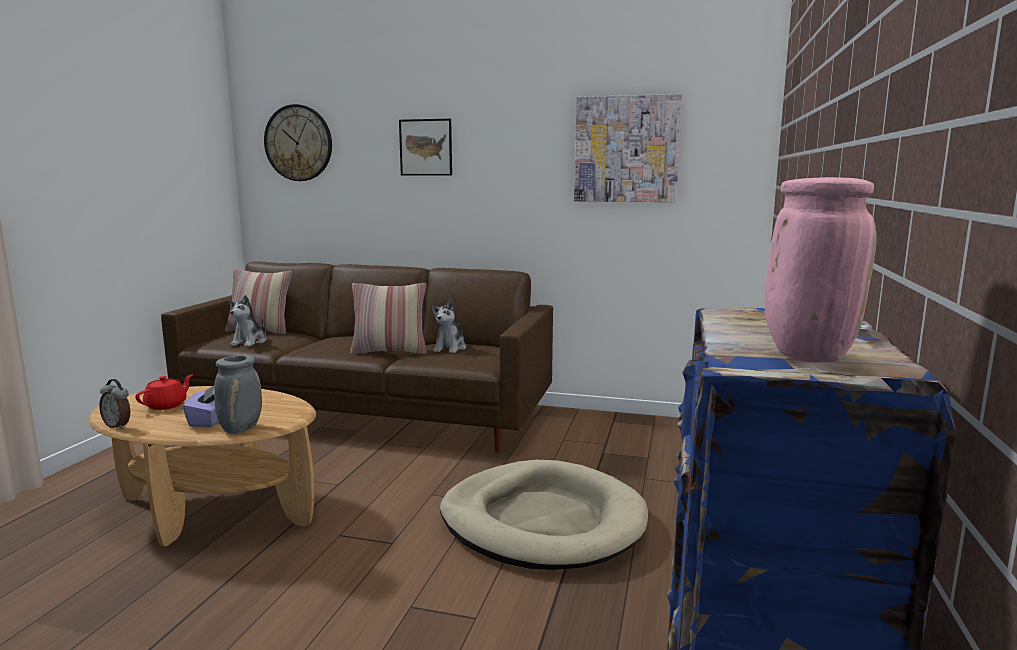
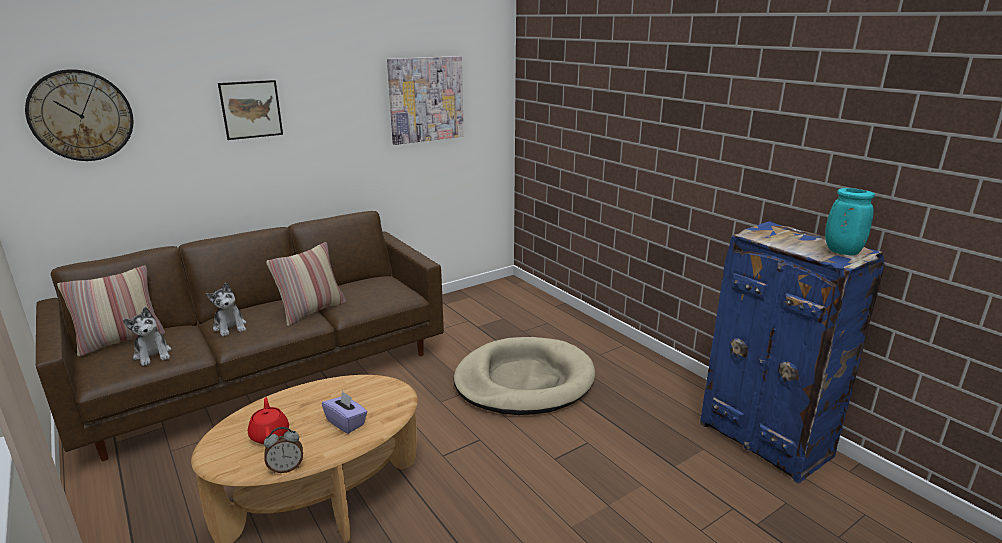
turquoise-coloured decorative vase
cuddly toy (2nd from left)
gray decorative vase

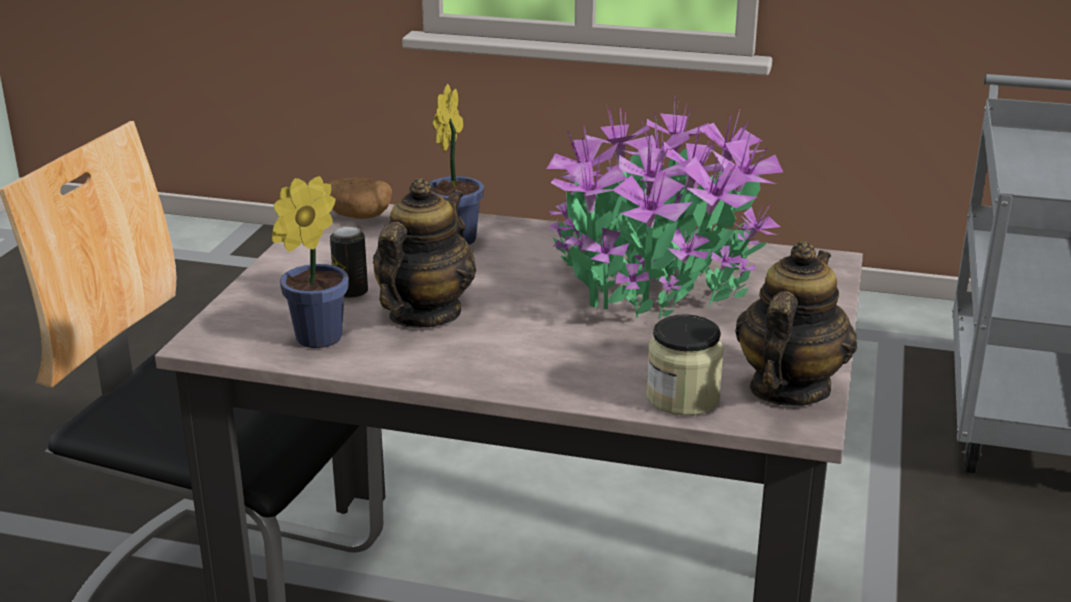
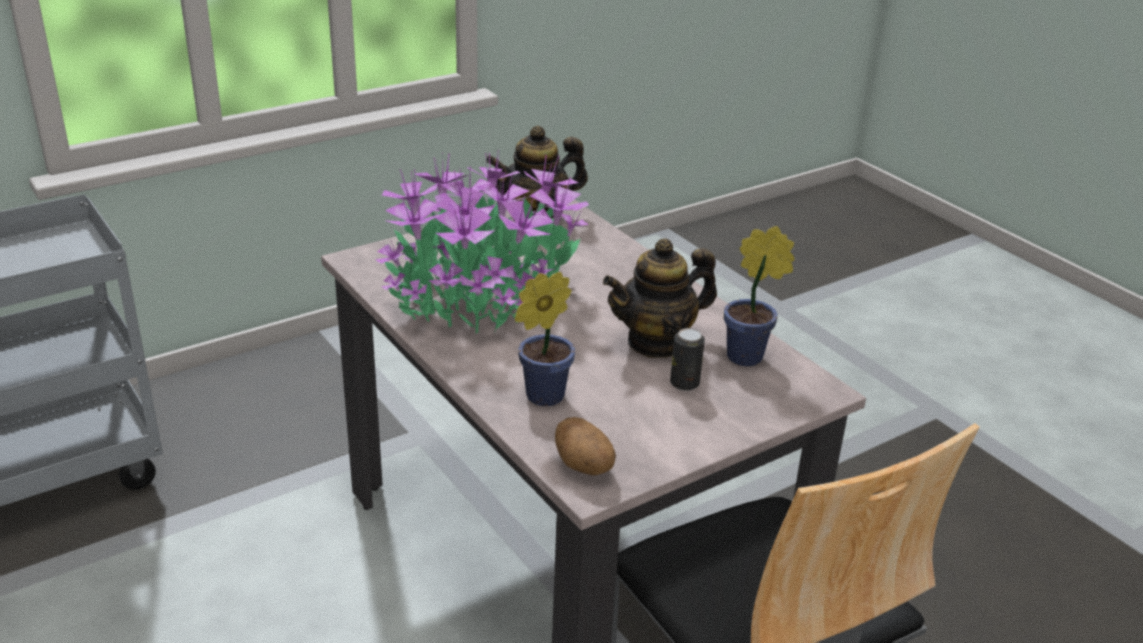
storage jar

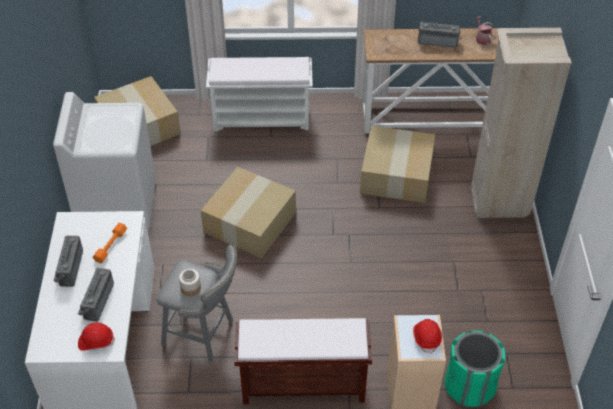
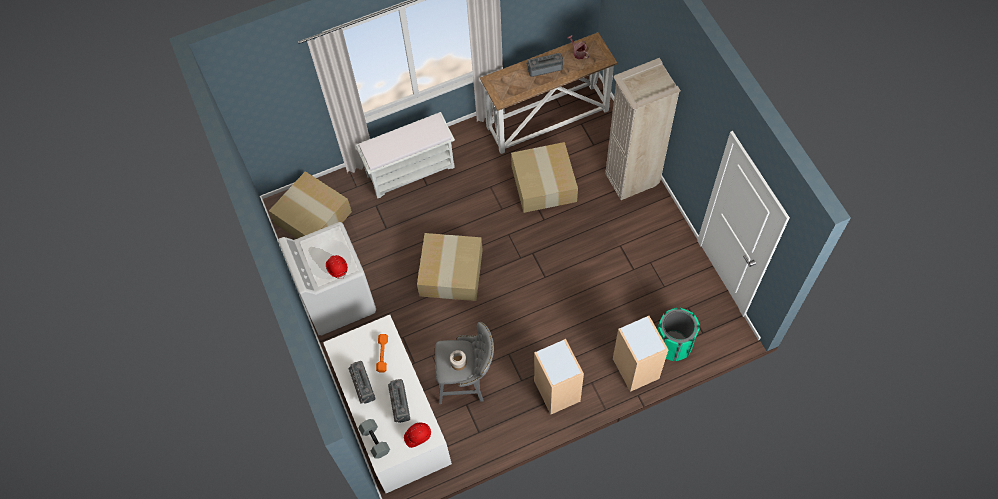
bookshelf (1st from left)
reddish safety helmet (1st from left)
gray dumbbell

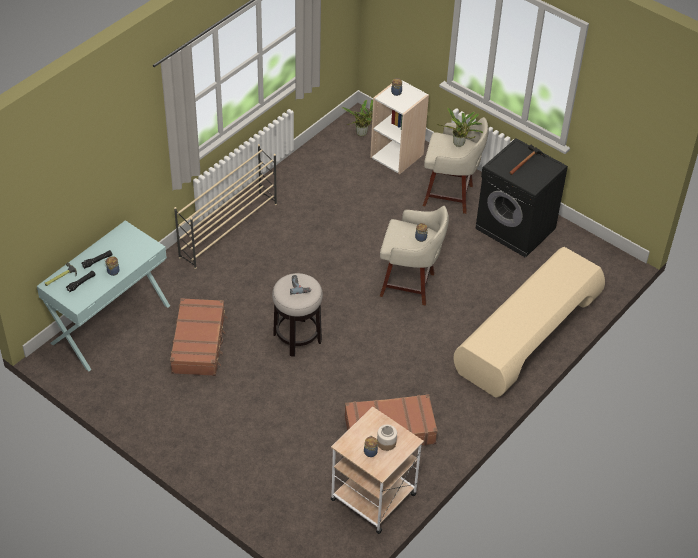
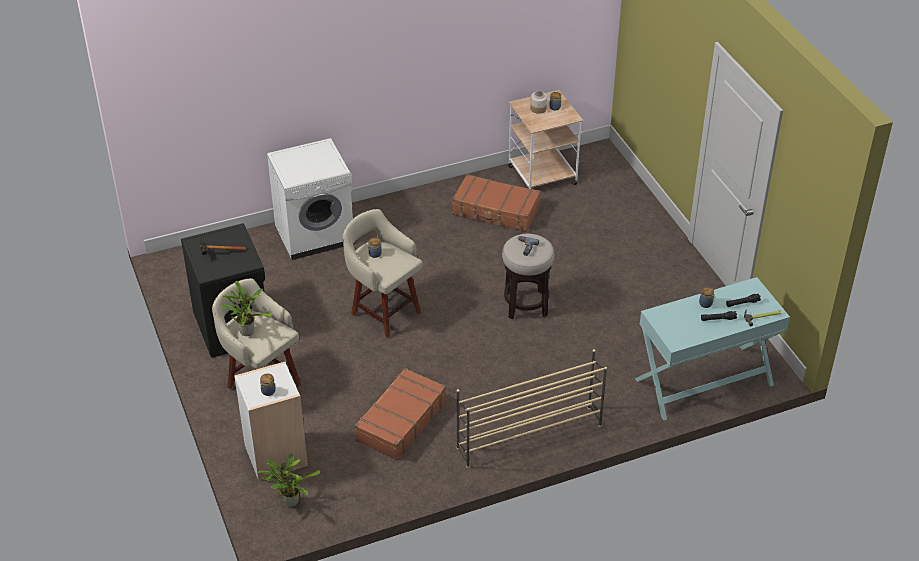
white-coloured laundry machine
brown-coloured travel case (1st from left)

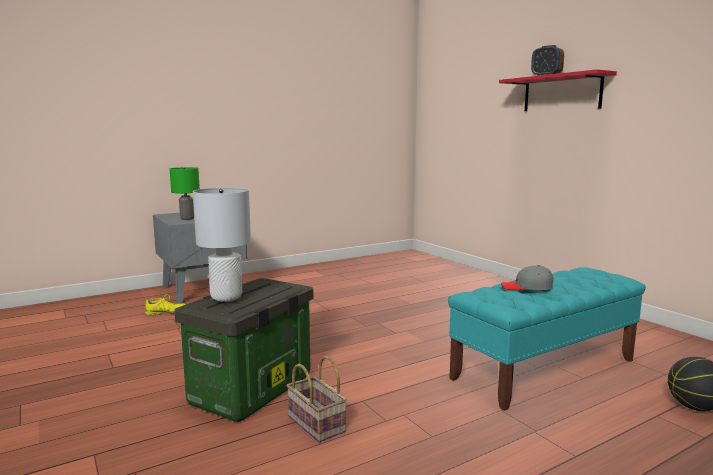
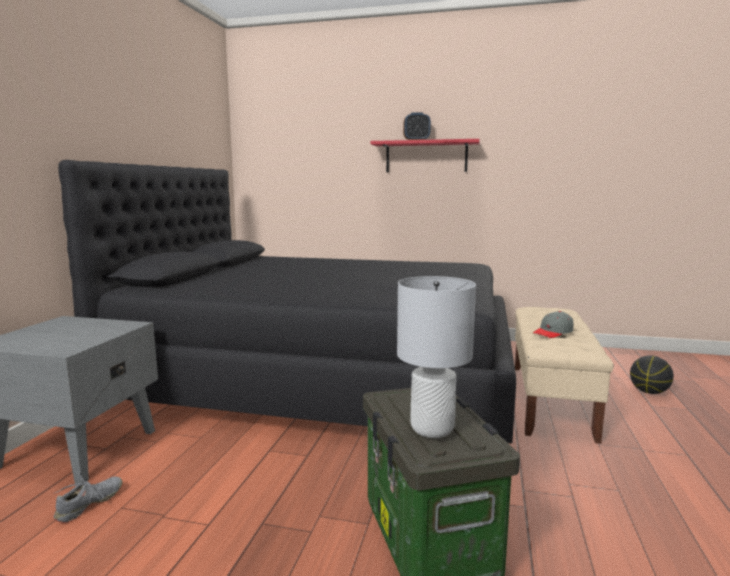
green-coloured tabletop lamp
beige-coloured indoor bench
gray low shoe
storage basket
black-coloured bed

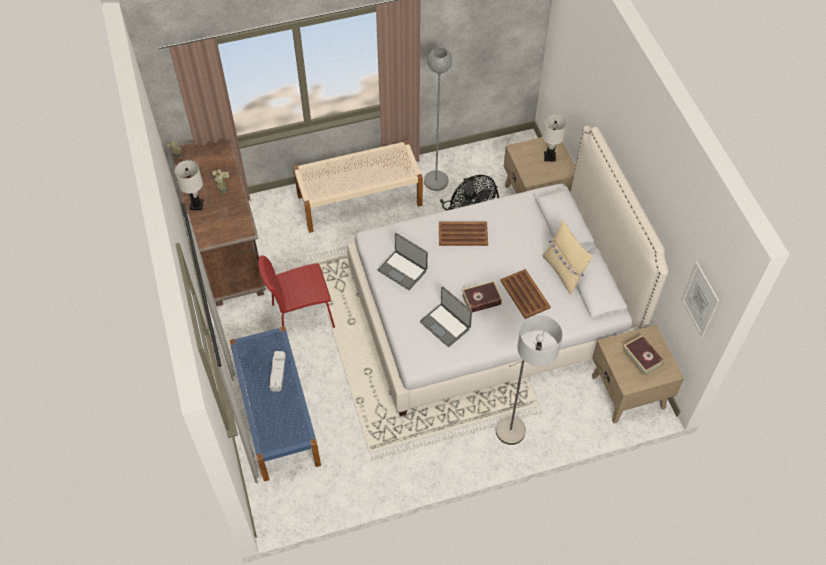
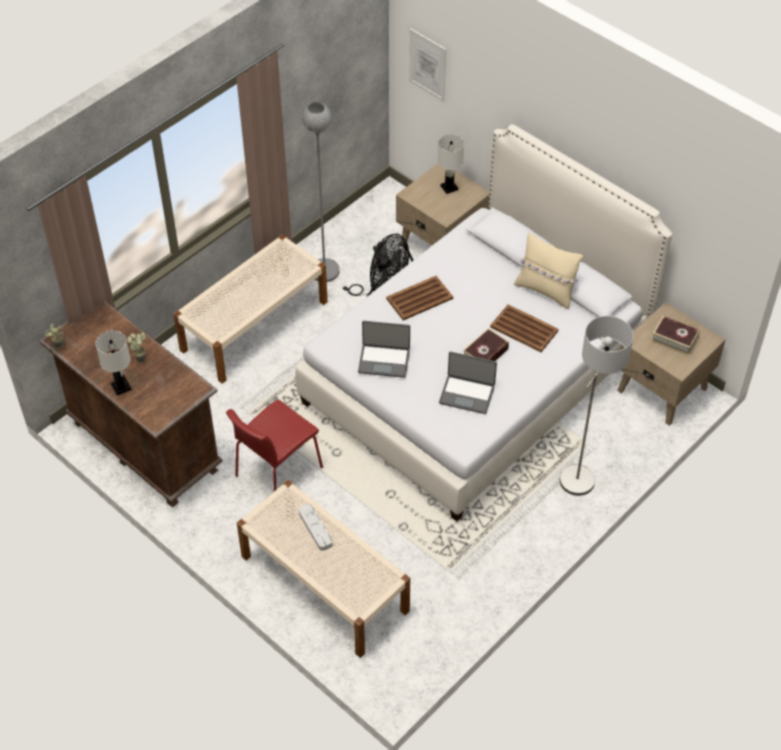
picture
beige-coloured indoor bench (2nd from left)

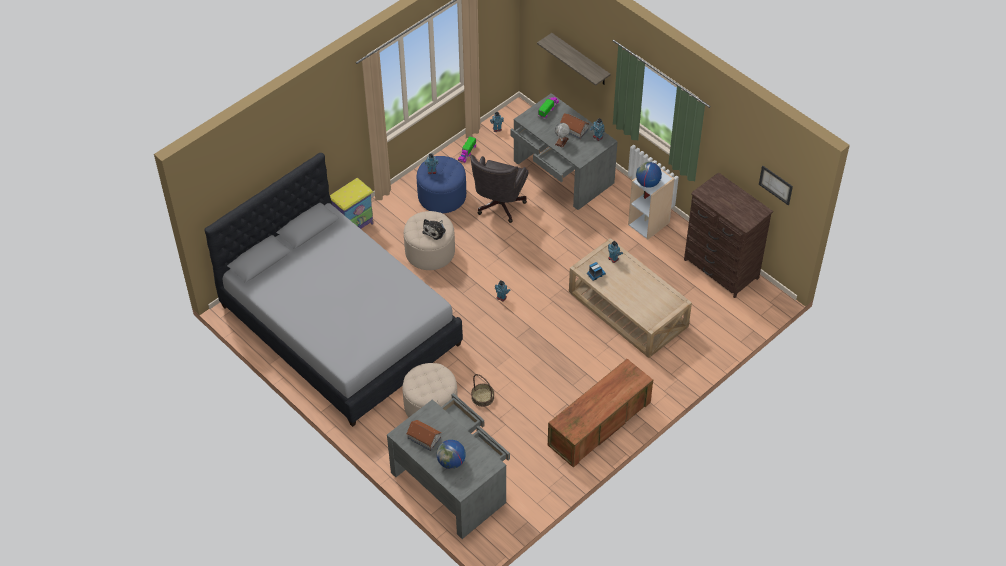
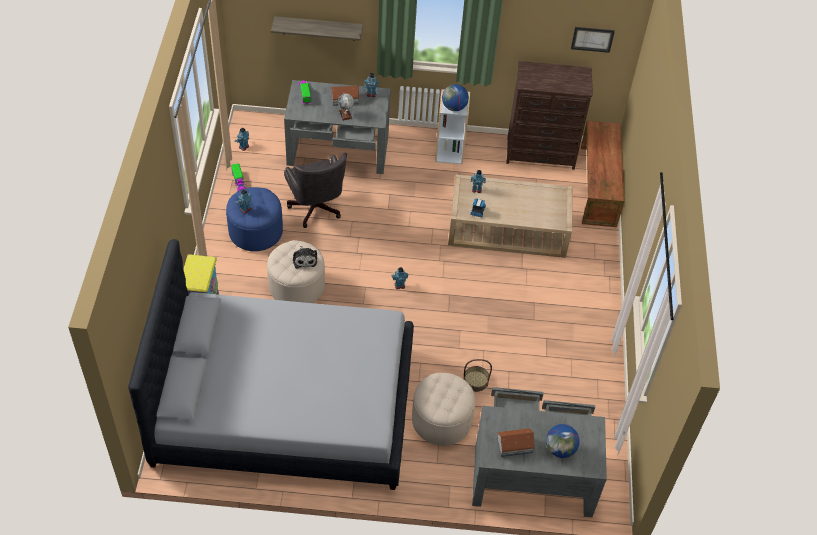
brown-coloured indoor bench

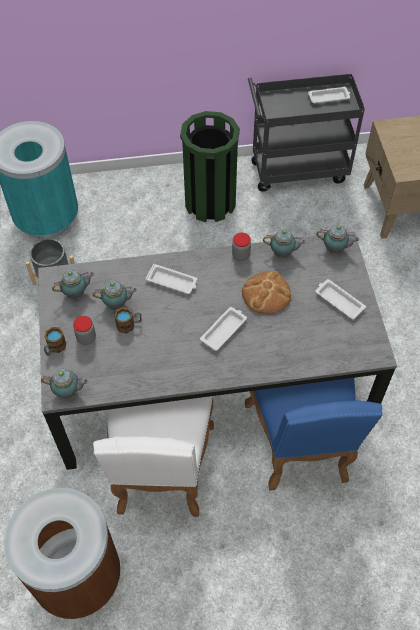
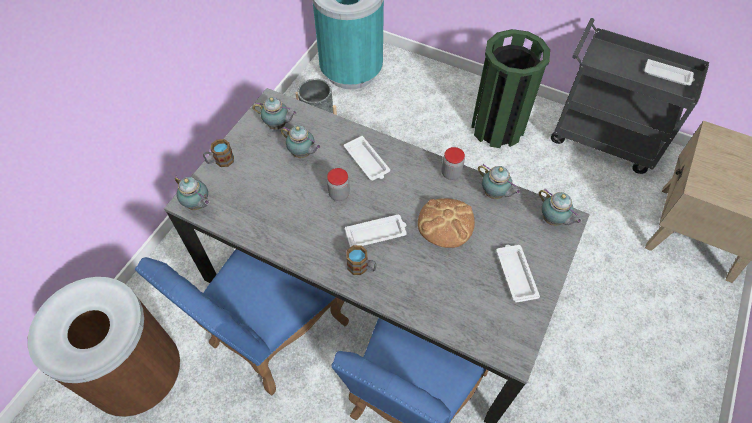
mug (2nd from left)
storage jar (1st from left)
bluish plain chair (1st from left)

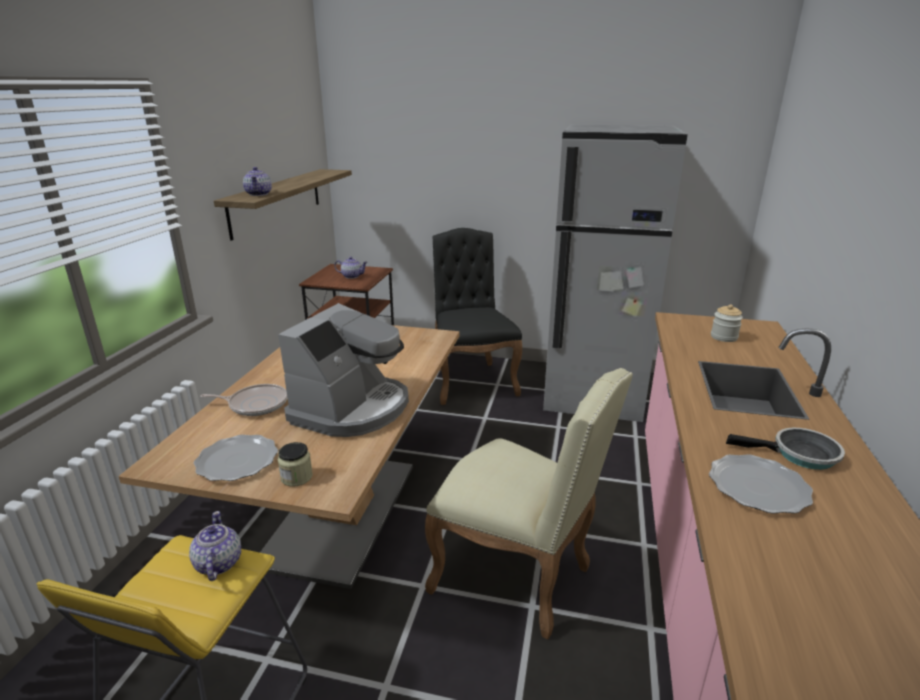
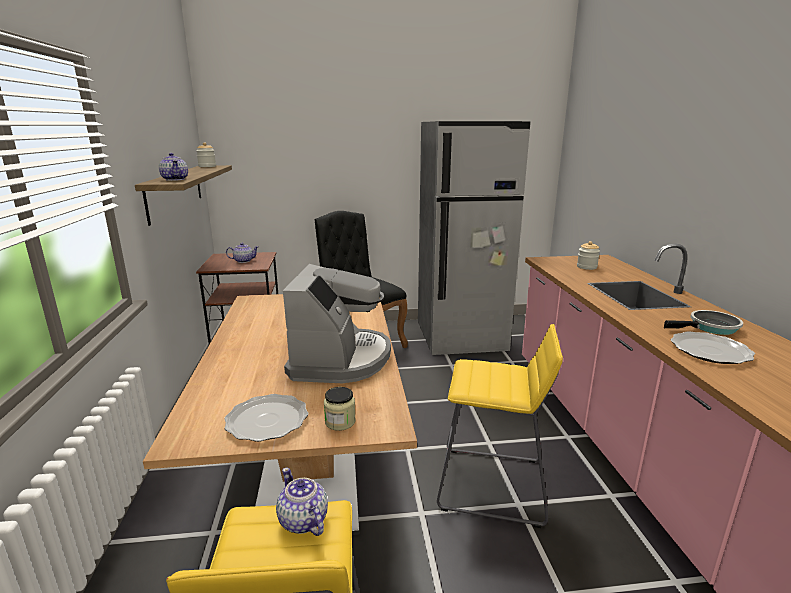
yellow stool seat (2nd from left)
skillet (1st from left in the first image)
storage jar (1st from left)

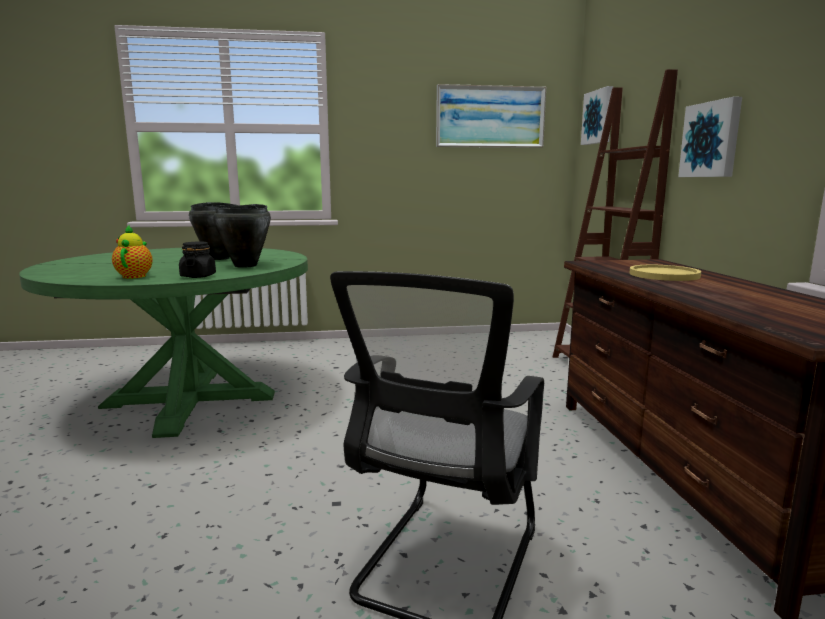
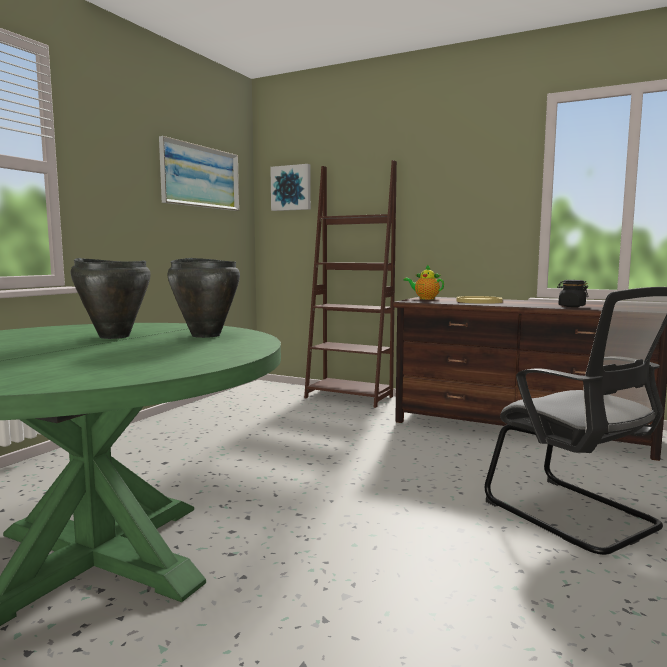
picture (3rd from left in the first image)
tea pot
black-coloured storage jar

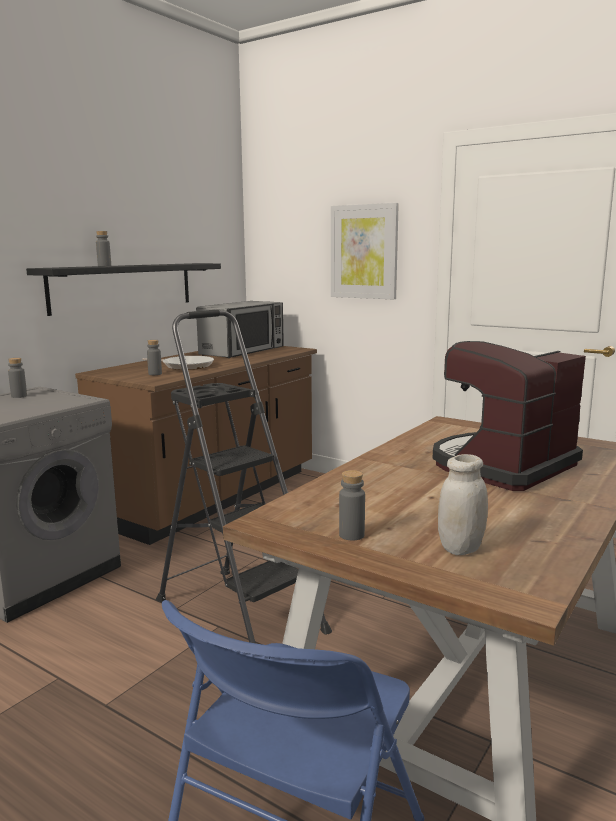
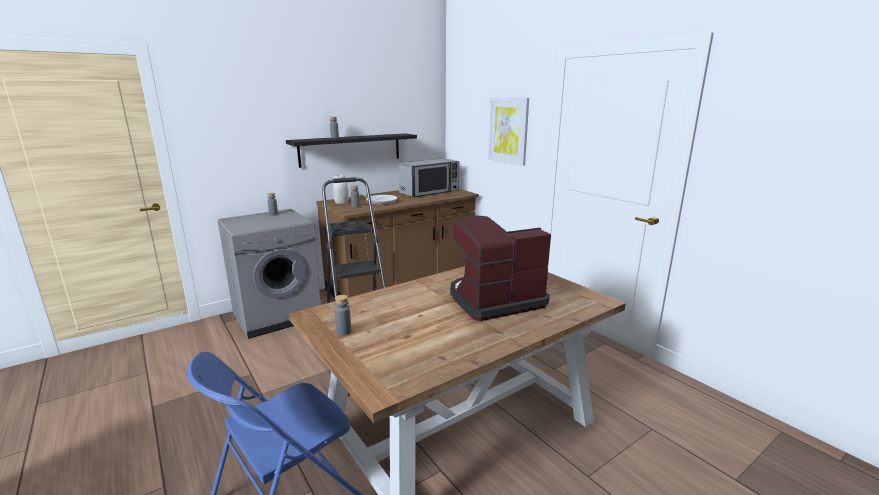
white-coloured storage jar

